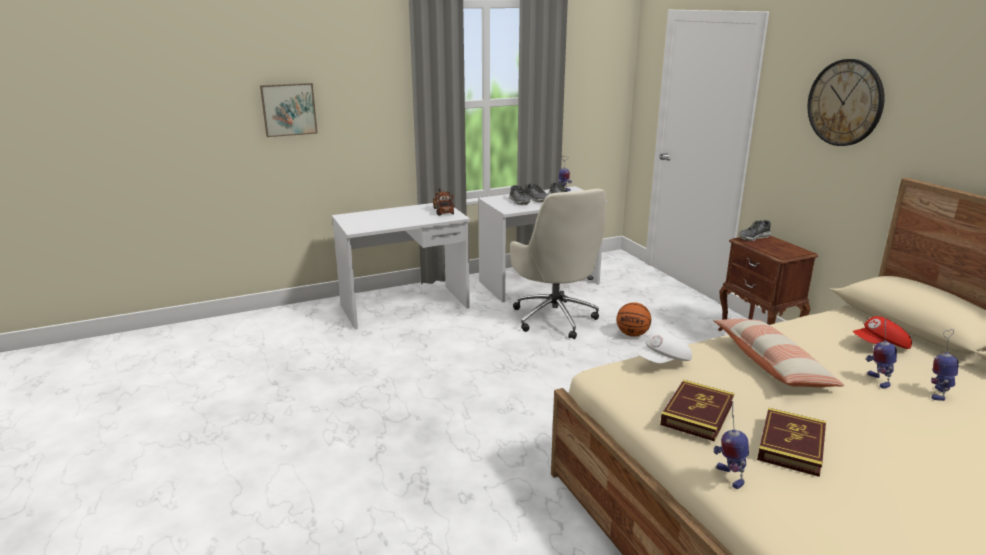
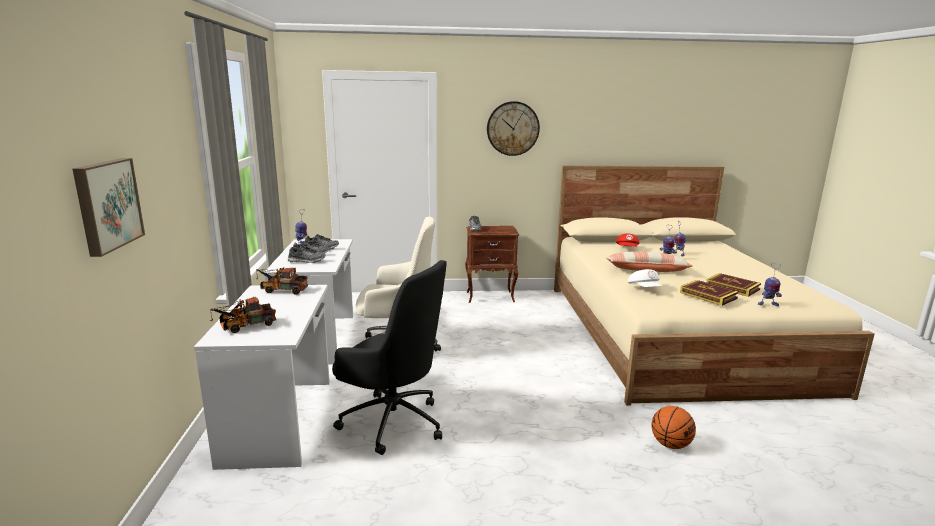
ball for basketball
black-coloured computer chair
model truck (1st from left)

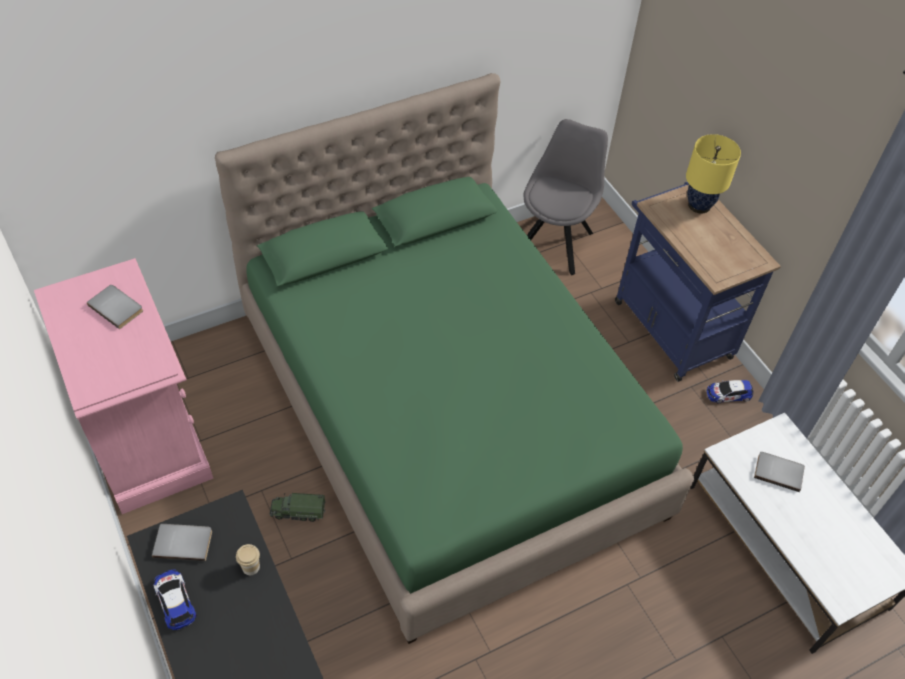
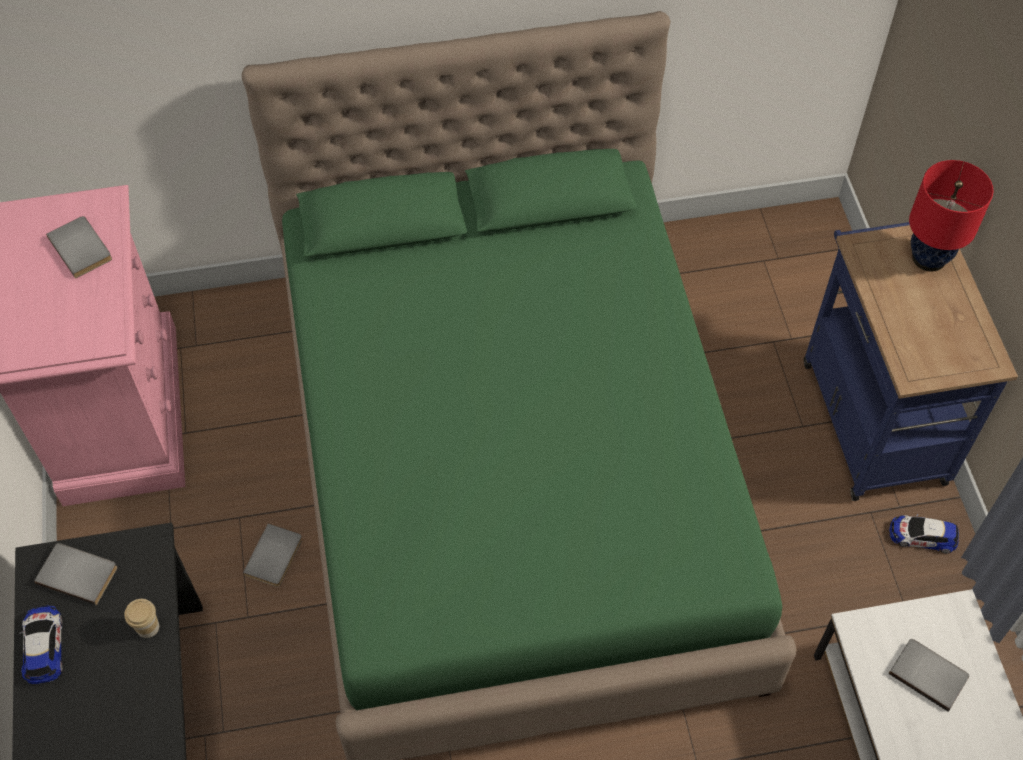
gray plain chair
reddish tabletop lamp
gray volume (3rd from left)

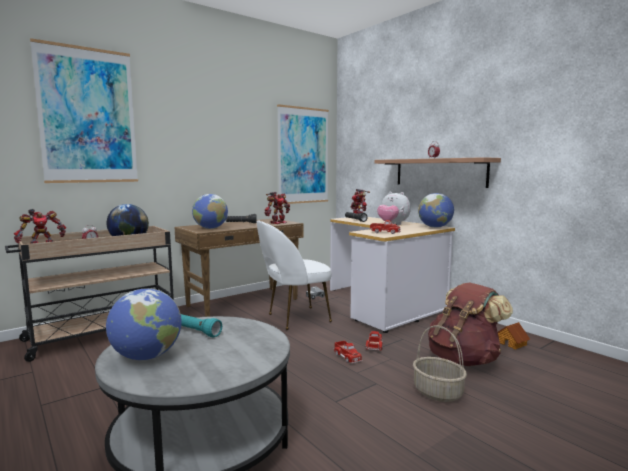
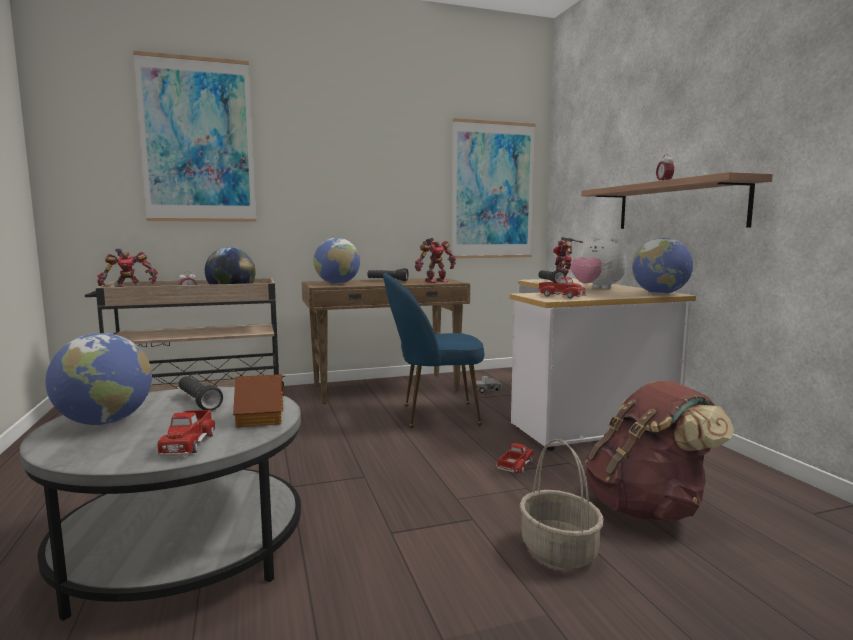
bluish plain chair
black-coloured torch (1st from left)
miniature house
model truck (1st from left)

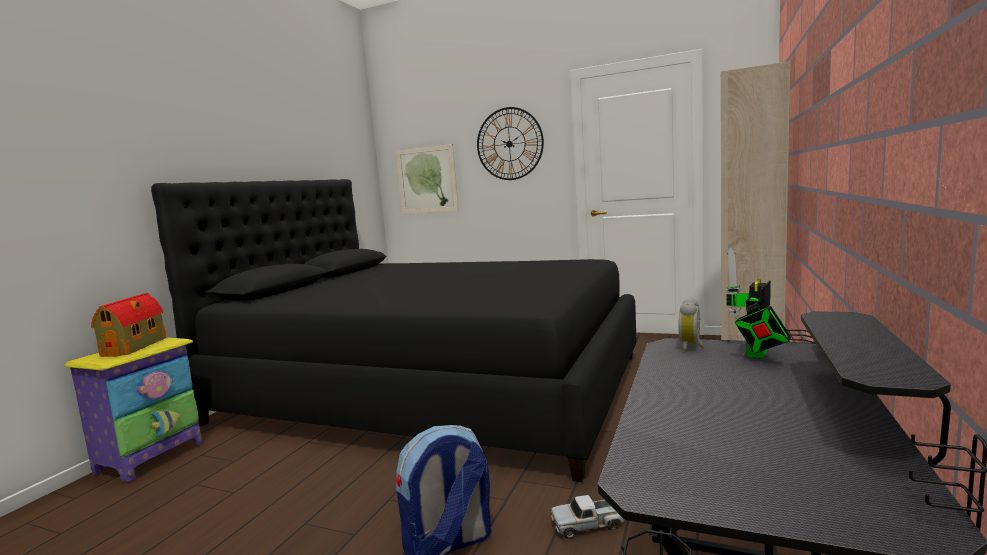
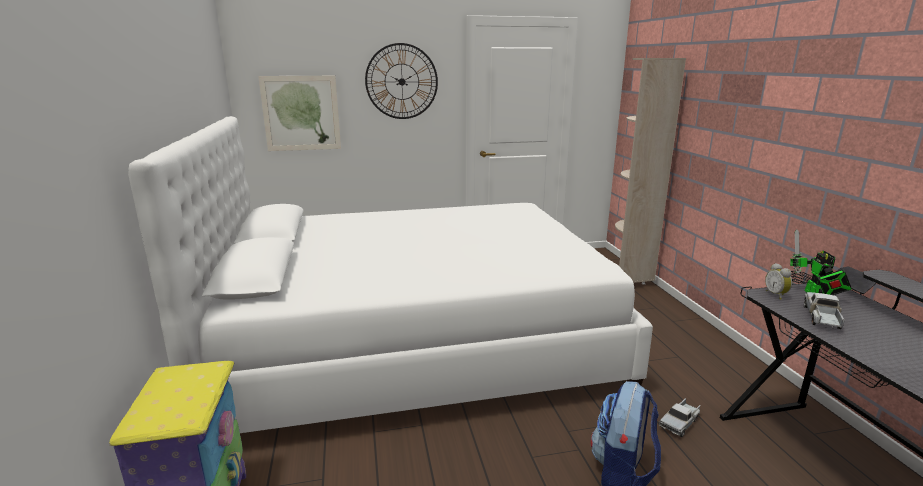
white-coloured bed
miniature house
model truck (2nd from left)

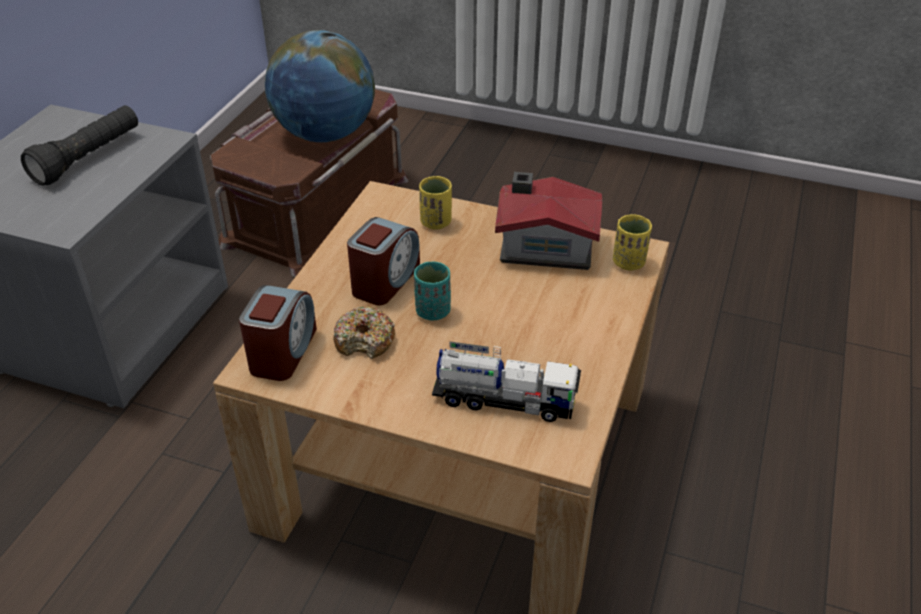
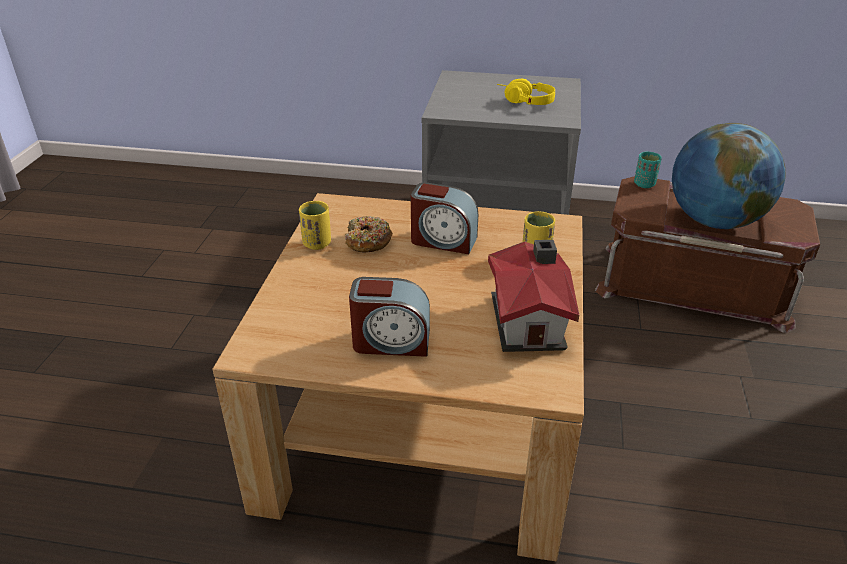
yellow pair of headphones
yellow drinking cup (1st from left)
turquoise-coloured drinking cup
alarm clock (1st from left)
model truck

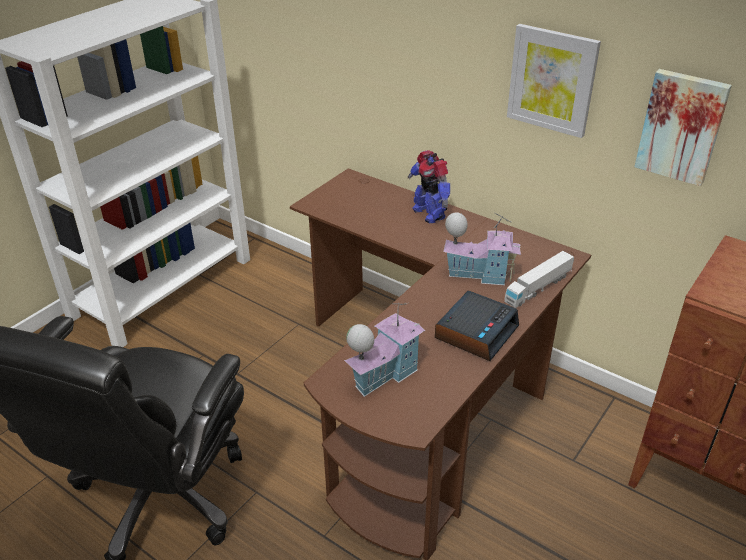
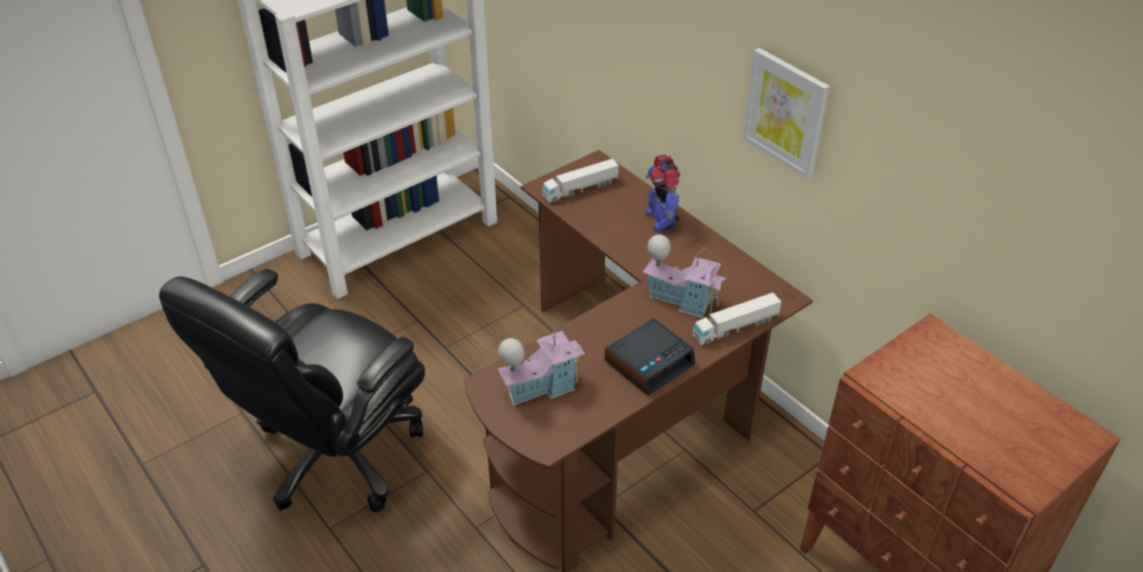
picture (2nd from left in the first image)
model truck (1st from left)

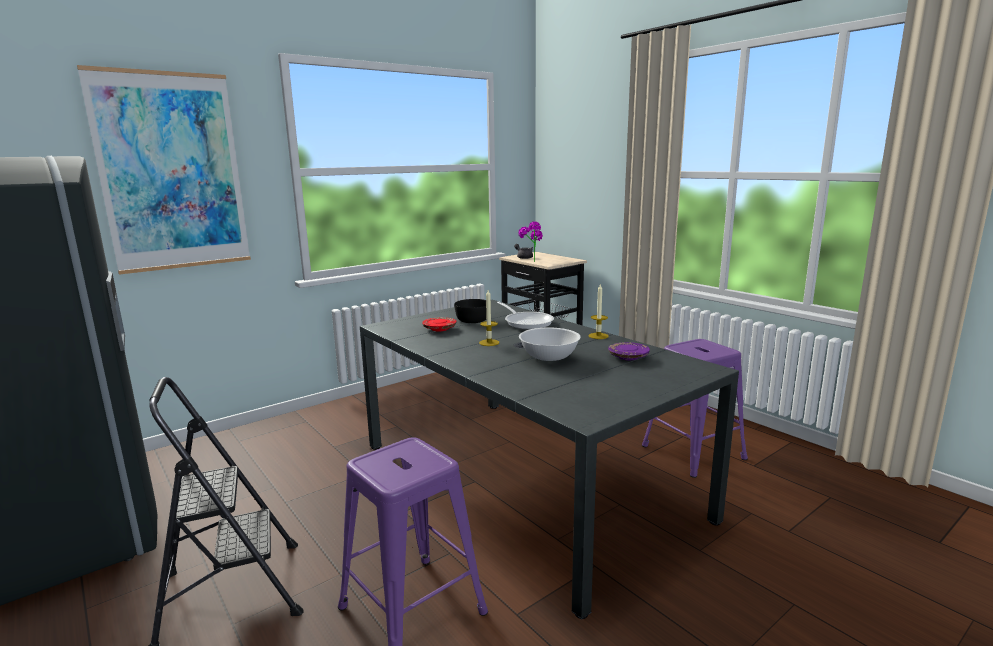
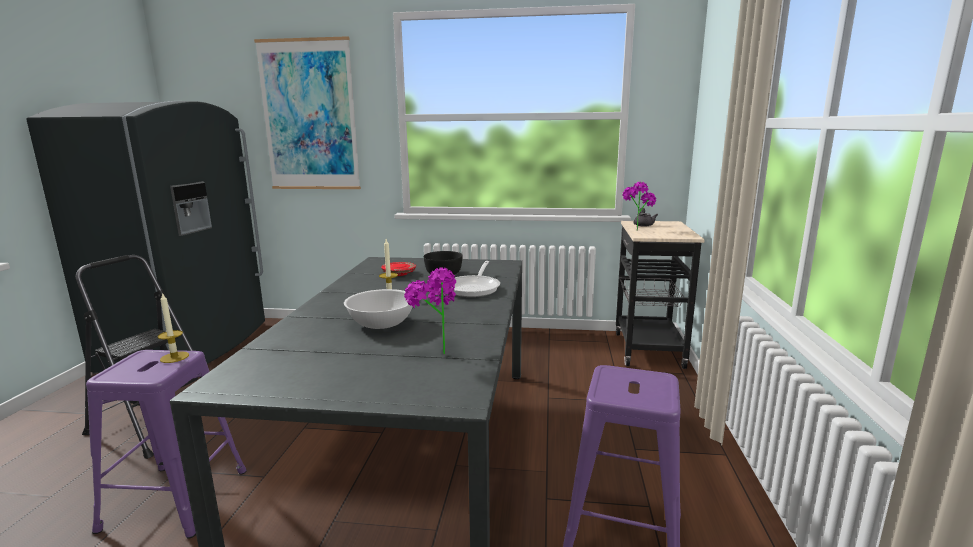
candle (1st from left)
houseplant (1st from left)

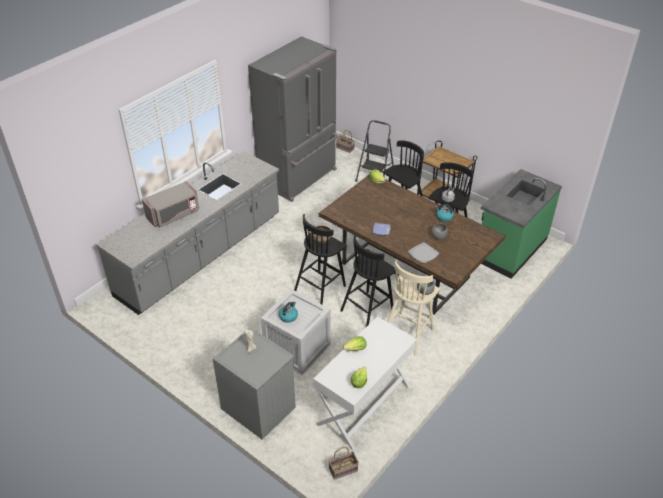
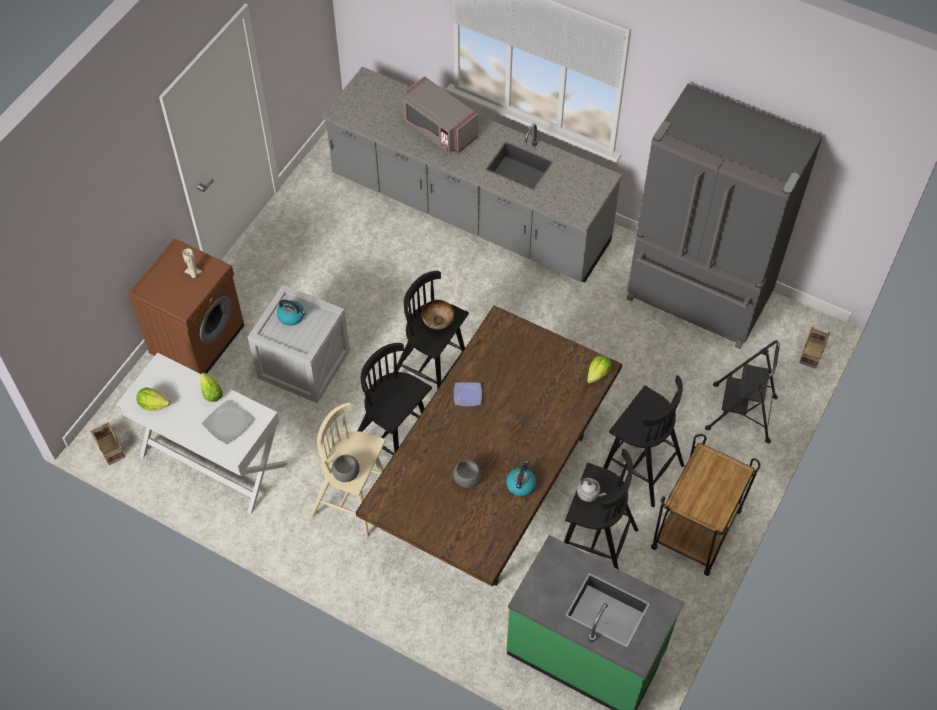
flat dish (1st from left)
brown-coloured laundry machine

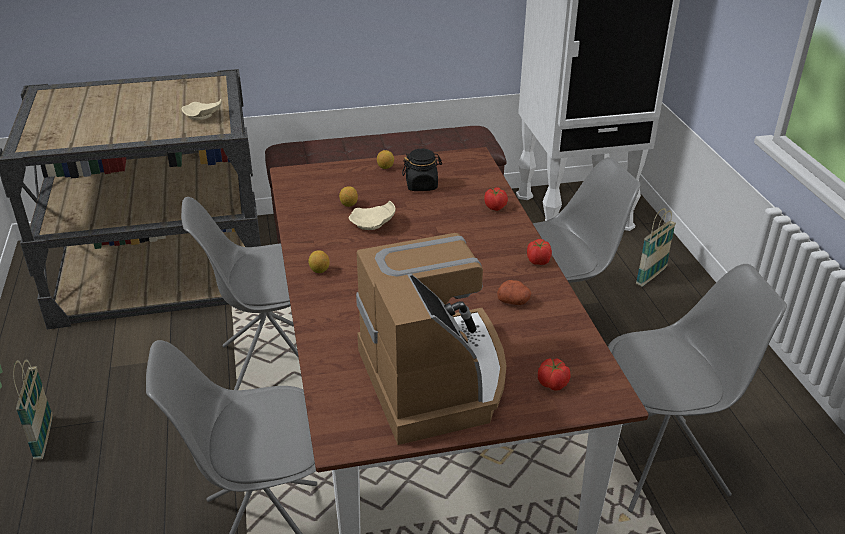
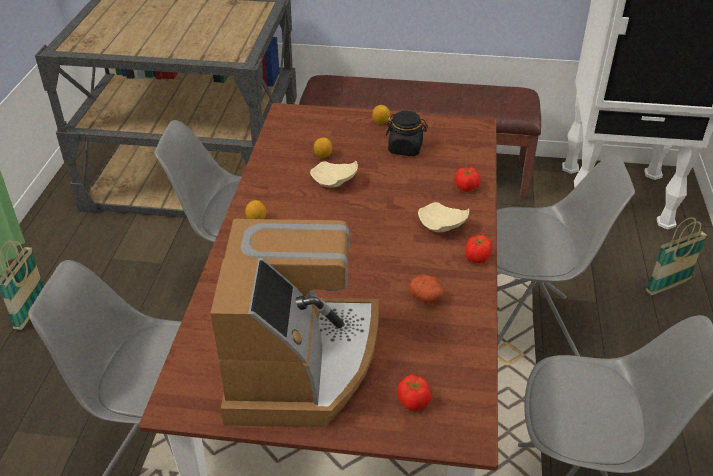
beige-coloured flat dish (2nd from left)

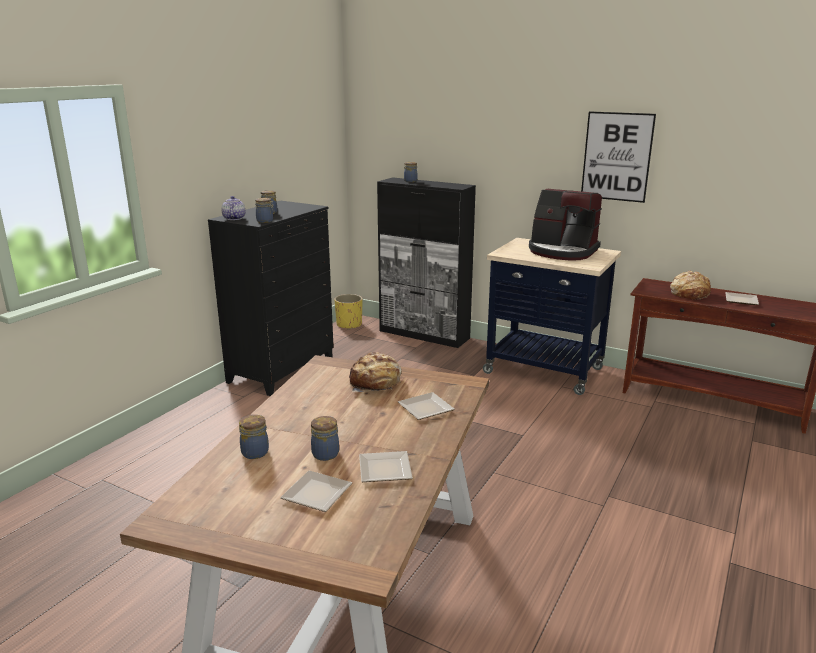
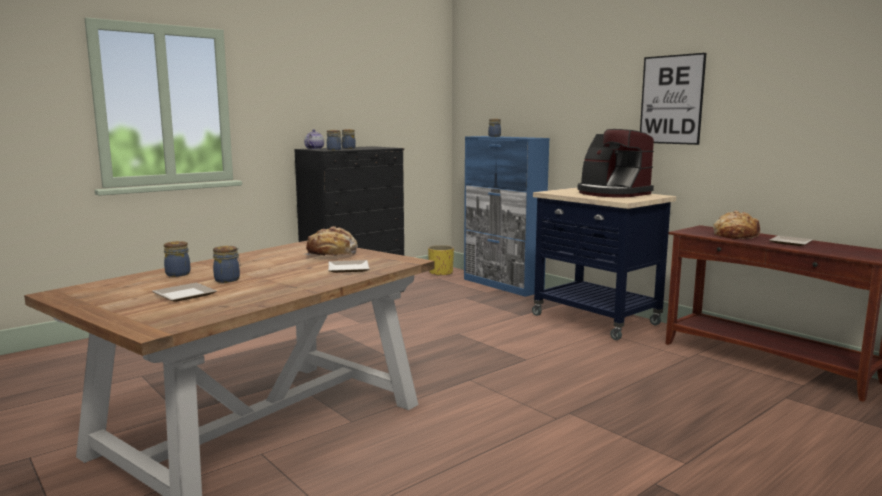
bluish storage cabinet
flat dish (2nd from left in the first image)

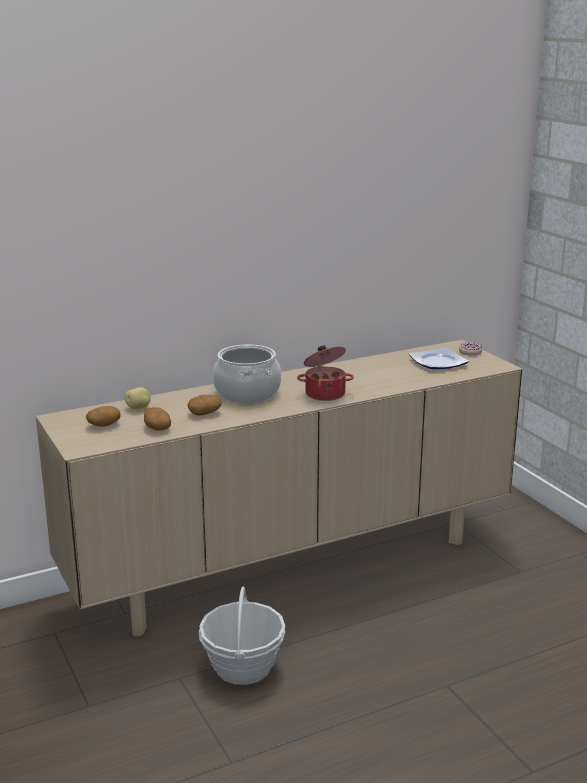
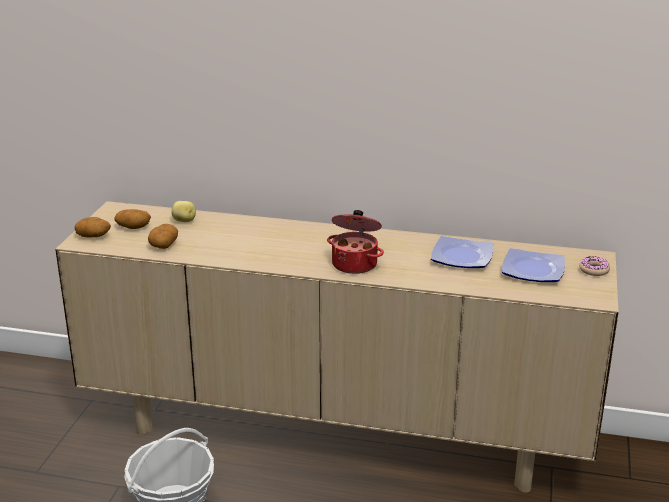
stockpot (1st from left in the first image)
whole potato (1st from left)
flat dish (1st from left)

